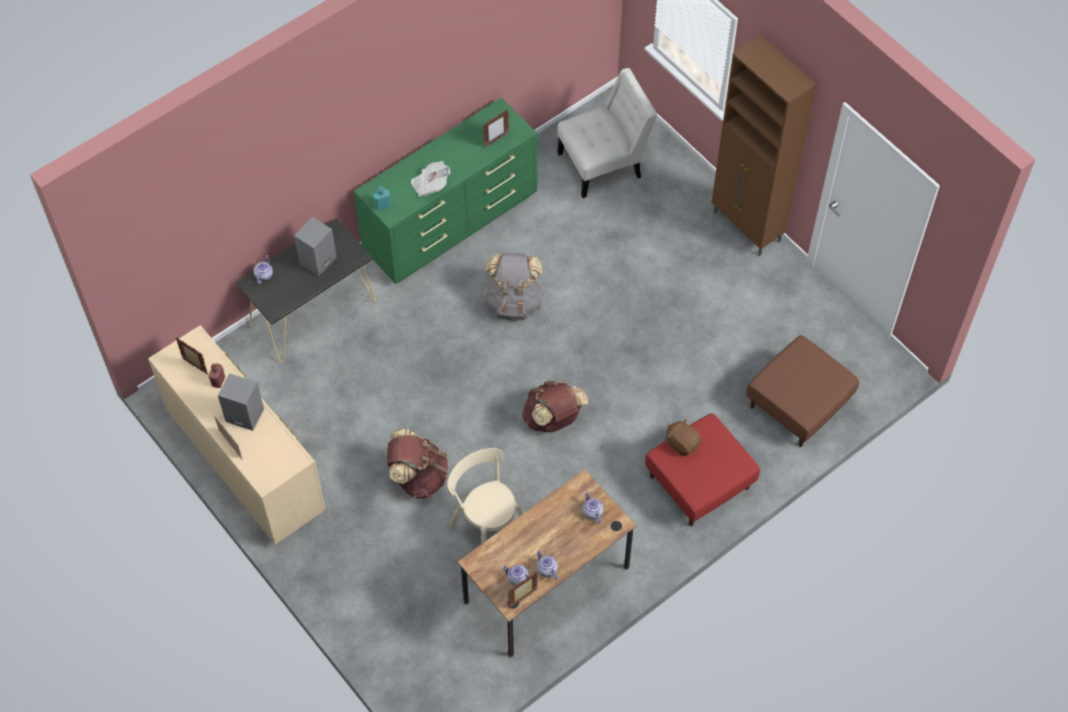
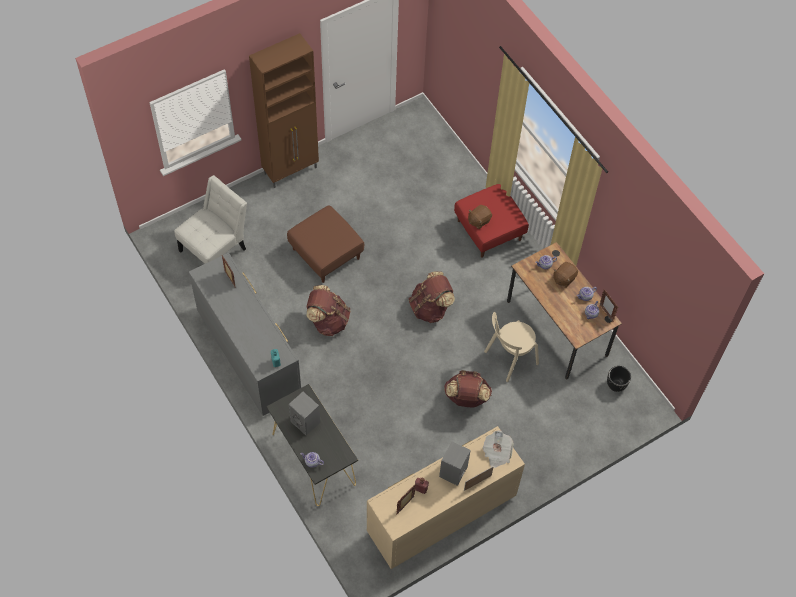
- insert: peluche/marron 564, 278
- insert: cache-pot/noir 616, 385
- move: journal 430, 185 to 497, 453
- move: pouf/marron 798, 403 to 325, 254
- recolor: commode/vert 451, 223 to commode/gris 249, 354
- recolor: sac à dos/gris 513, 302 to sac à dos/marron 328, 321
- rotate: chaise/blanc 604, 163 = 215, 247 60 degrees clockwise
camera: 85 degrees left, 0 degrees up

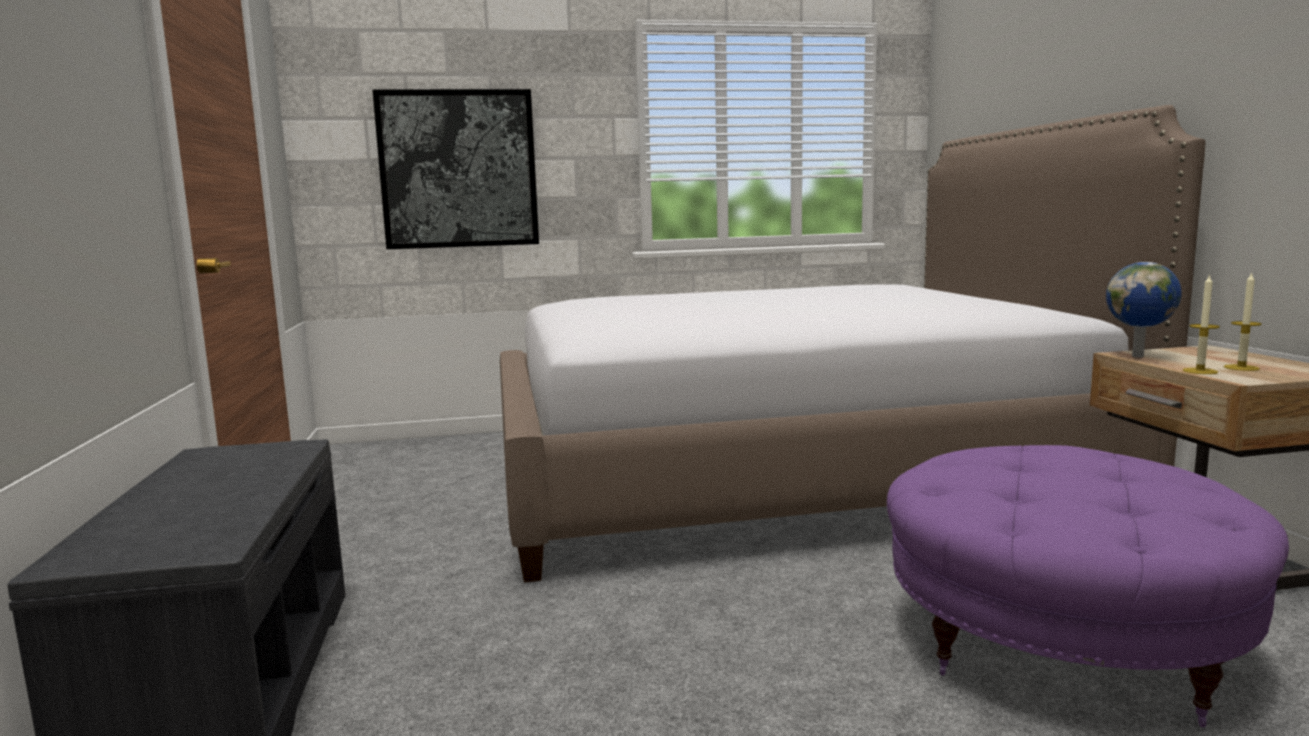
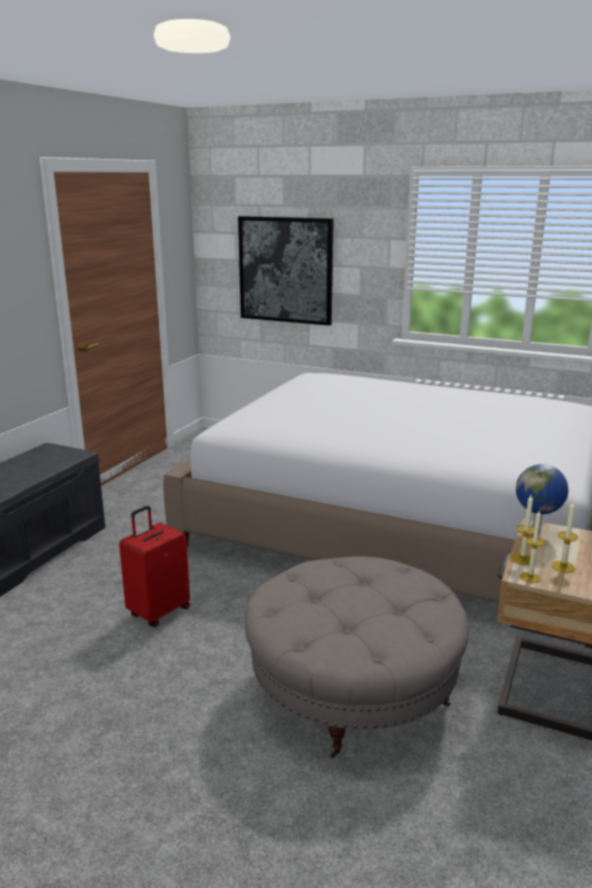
- insert: valise/rouge 158, 611
- insert: bougie 530, 577
- recolor: pouf/violet 1061, 642 to pouf/gris 353, 689
camera: 35 degrees right, 10 degrees up

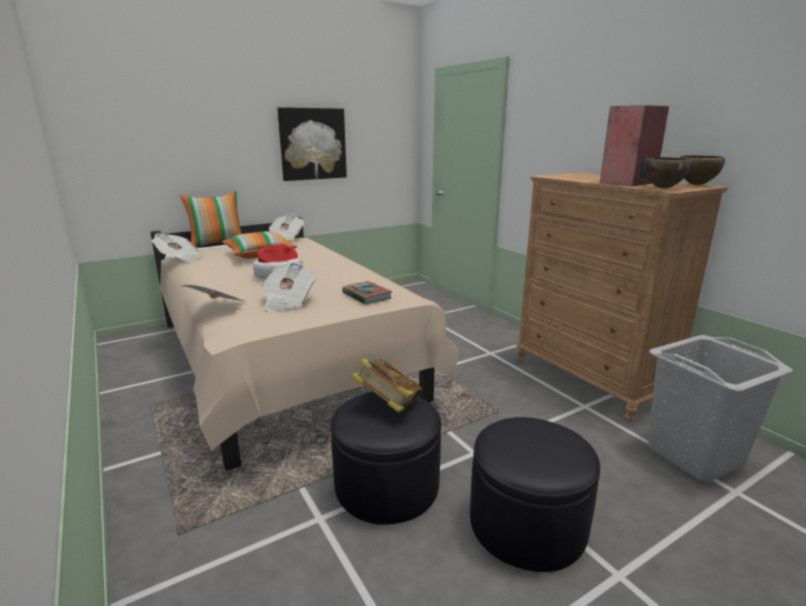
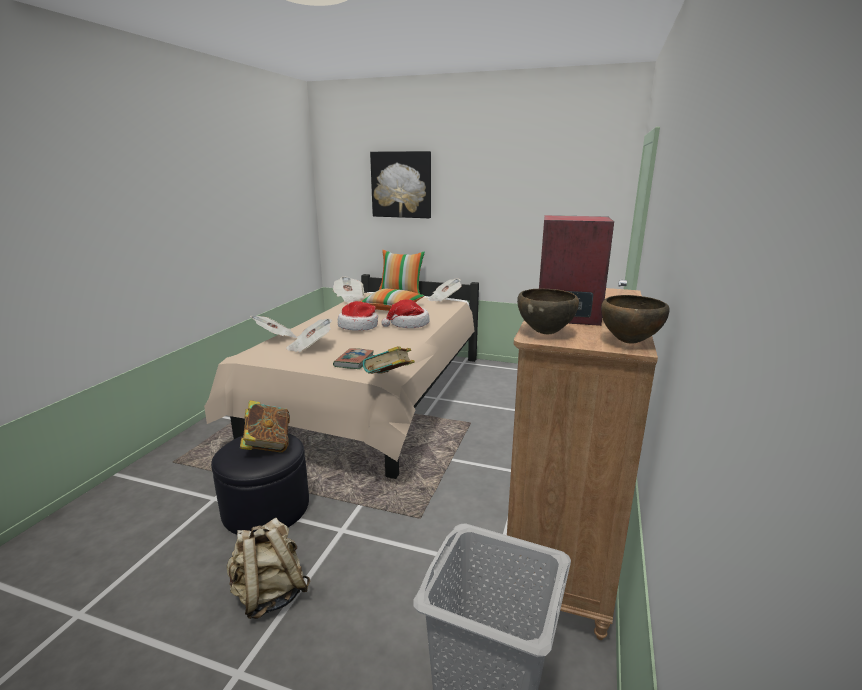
- insert: livre 389, 379
- insert: chapeau 408, 324
- move: tableau 312, 144 to 401, 185
- replace: pouf/noir 527, 524 to sac à dos/beige 269, 594
camera: 50 degrees right, 0 degrees up

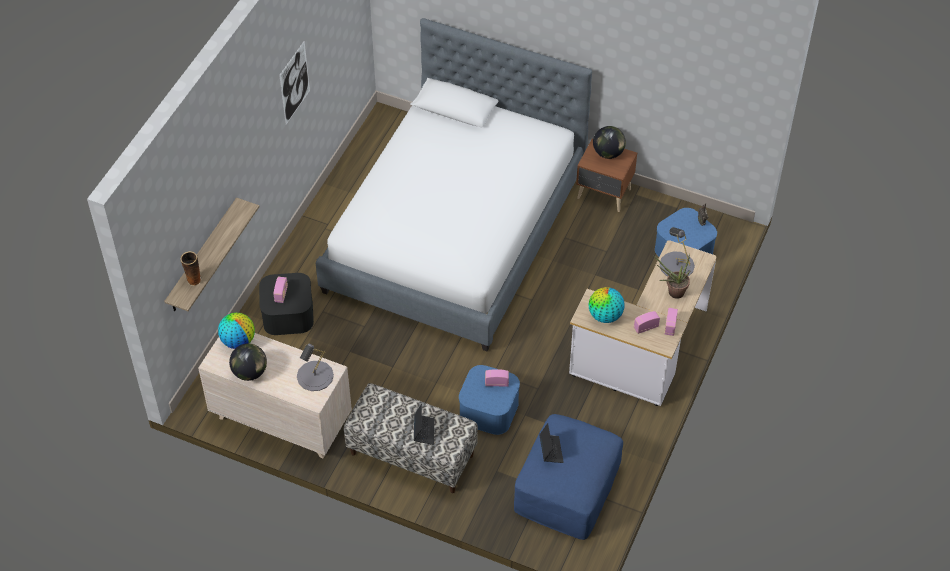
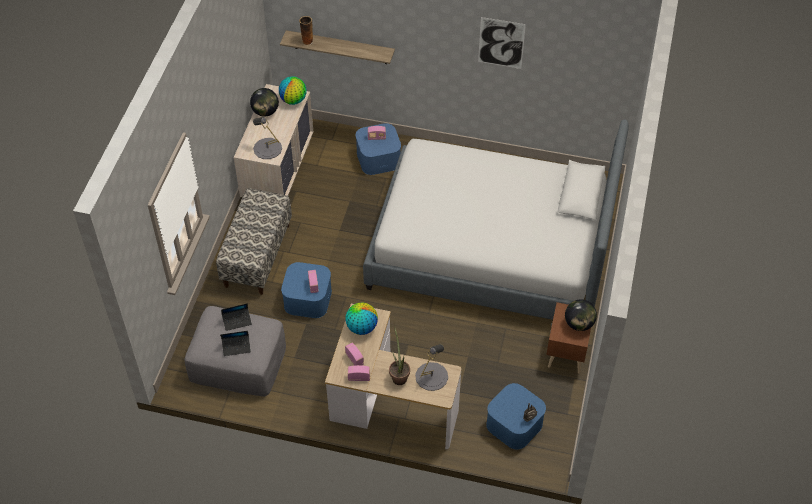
- move: ordinateur portable 424, 431 to 236, 347
- recolor: boîte de rangement/noir 288, 314 to boîte de rangement/bleu 378, 158
- recolor: pouf/bleu 567, 487 to pouf/gris 238, 362
camera: 80 degrees right, 0 degrees up

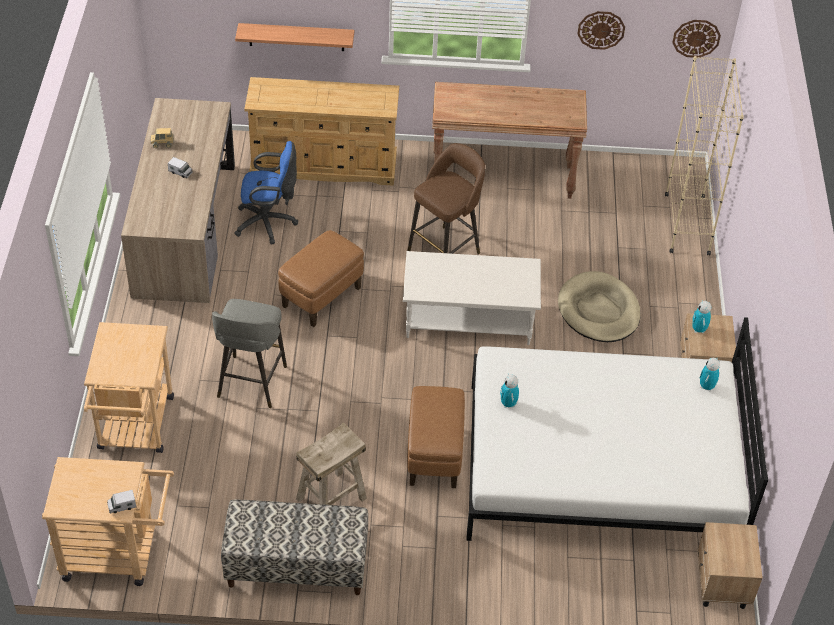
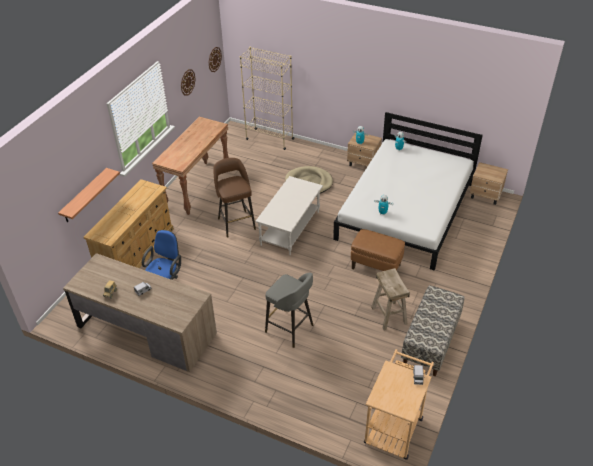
- delete: chariot/beige 135, 429
- delete: pouf/marron 322, 297
camera: 65 degrees left, 5 degrees down

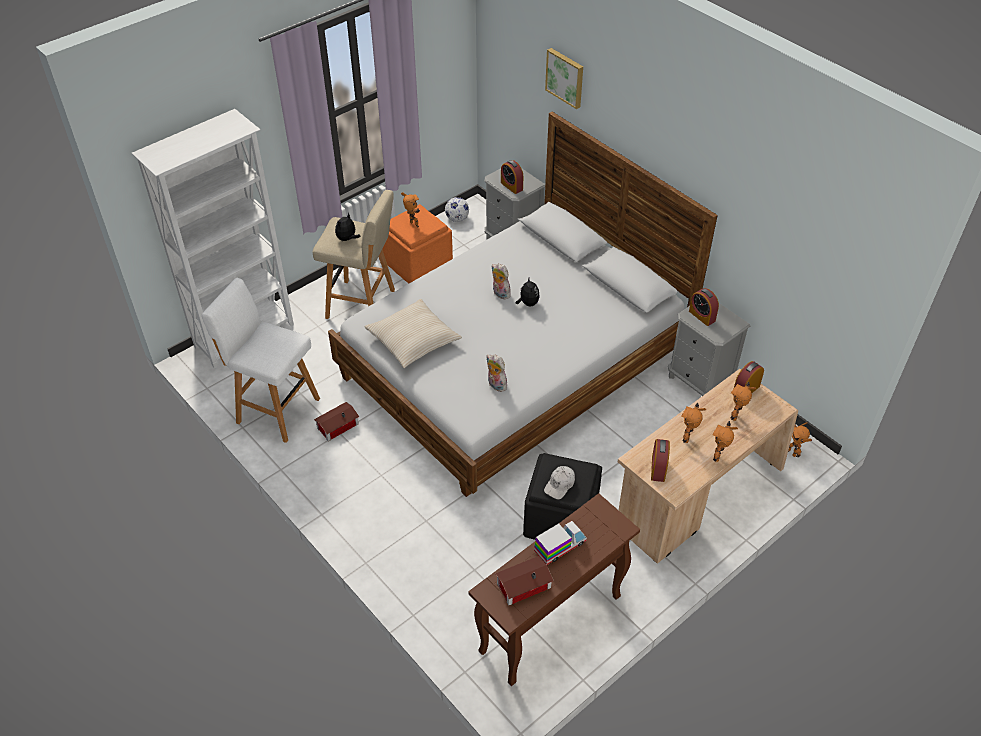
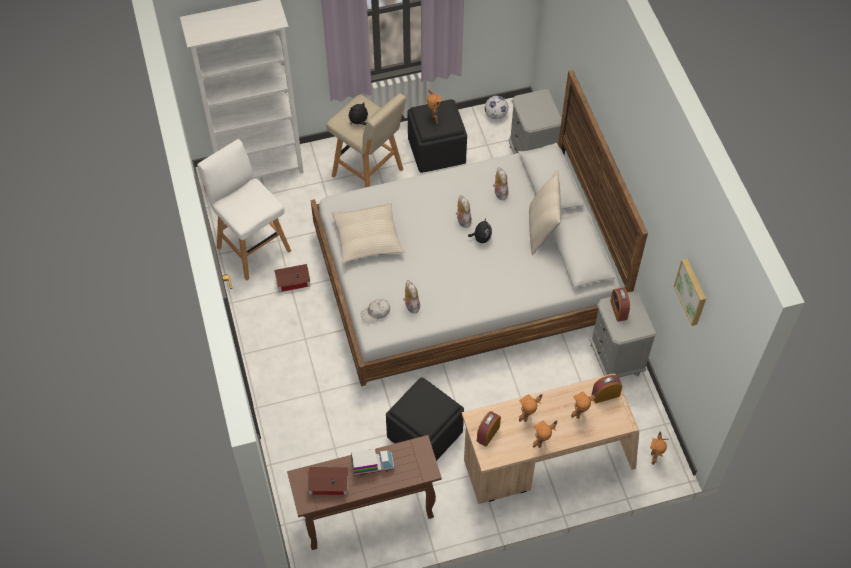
- delete: réveil 511, 186
- insert: peluche 499, 193
- insert: coussin/beige 542, 229
- move: casquette/blanc 560, 485 to 375, 313
- move: tableau 565, 77 to 692, 291
- recolor: pouf/orange 417, 264 to pouf/noir 436, 150
camera: 25 degrees right, 10 degrees up

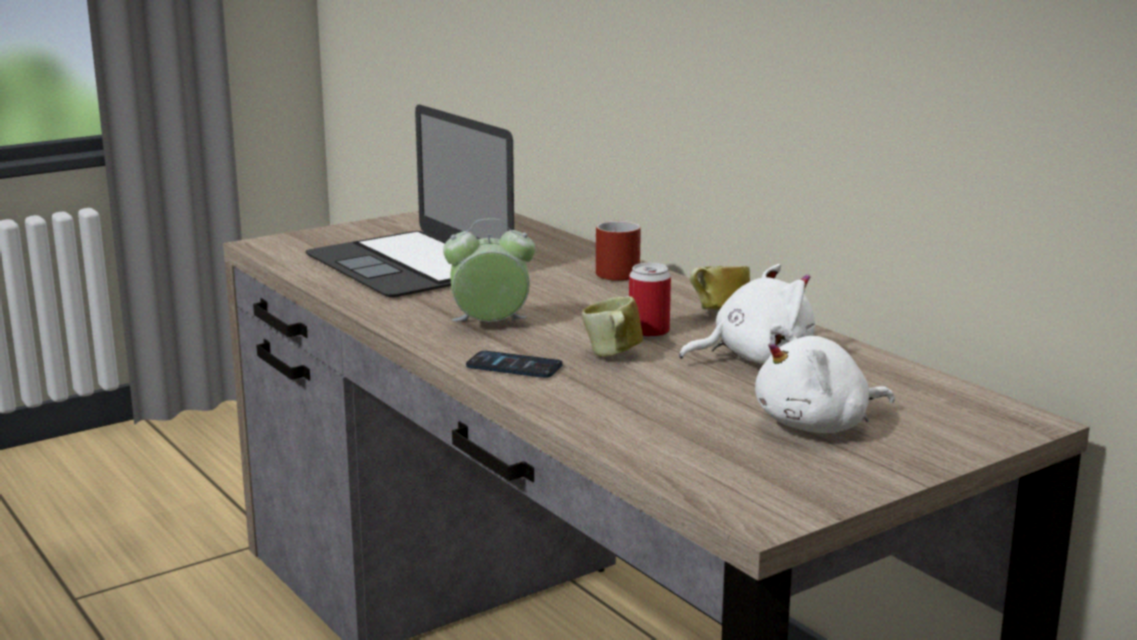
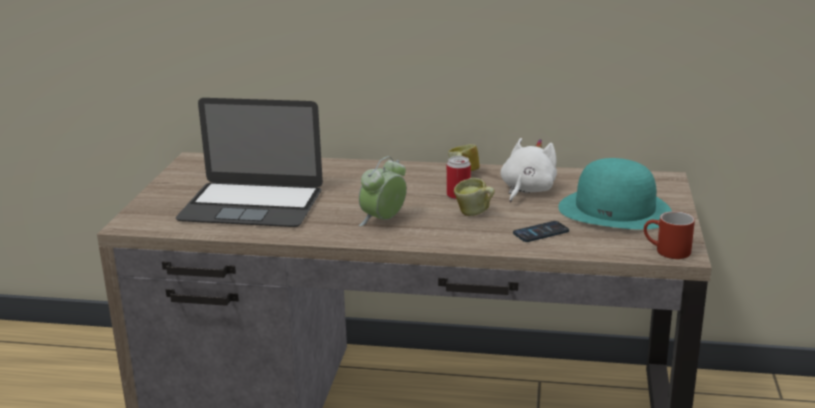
- move: téléphone 514, 366 to 541, 232
- move: mug/rouge 611, 272 to 666, 251
- replace: peluche/blanc 818, 425 to chapeau/turquoise 615, 210
camera: 45 degrees left, 5 degrees up

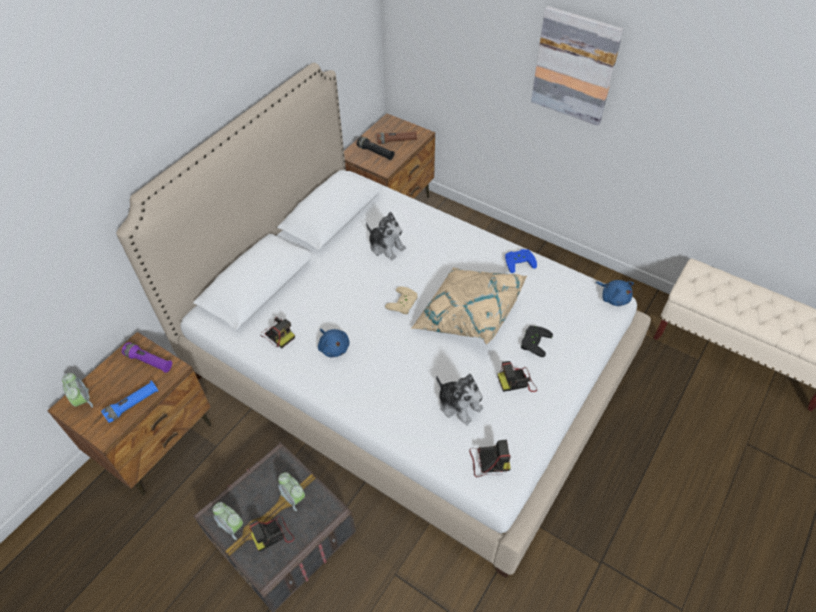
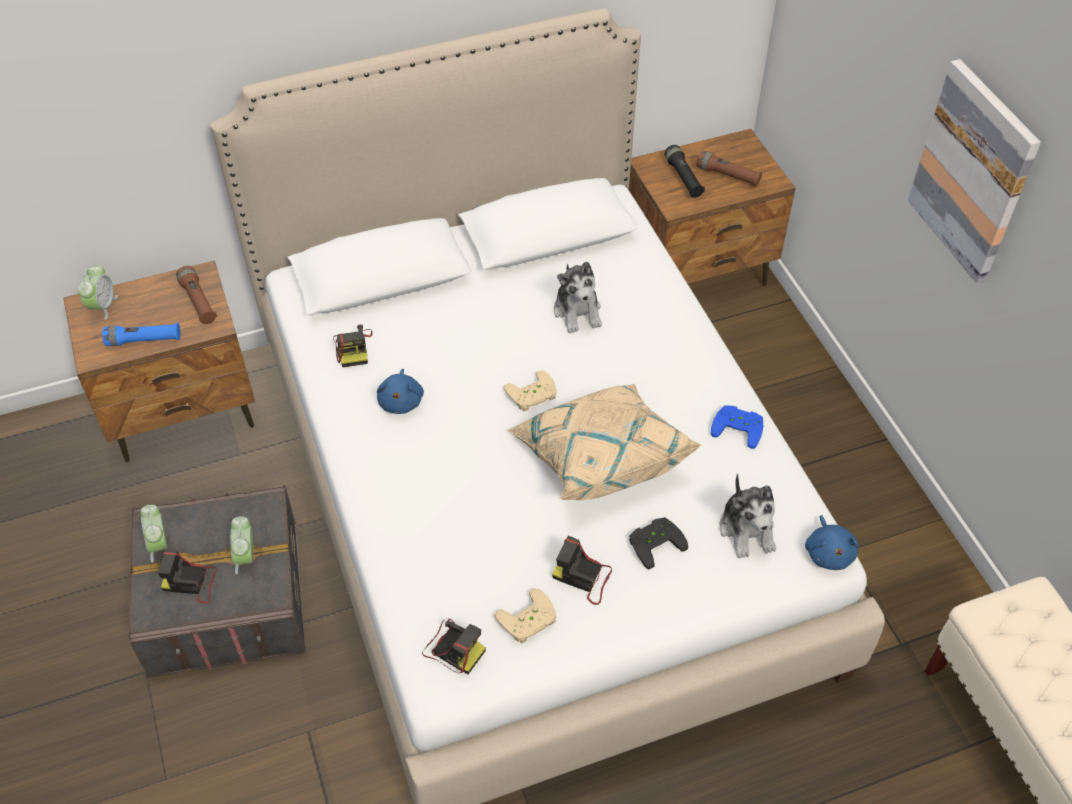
- insert: manette/beige 529, 621
- move: peluche 459, 405 to 747, 529
- recolor: lampe de poche/violet 149, 361 to lampe de poche/marron 198, 301
camera: 35 degrees right, 0 degrees up

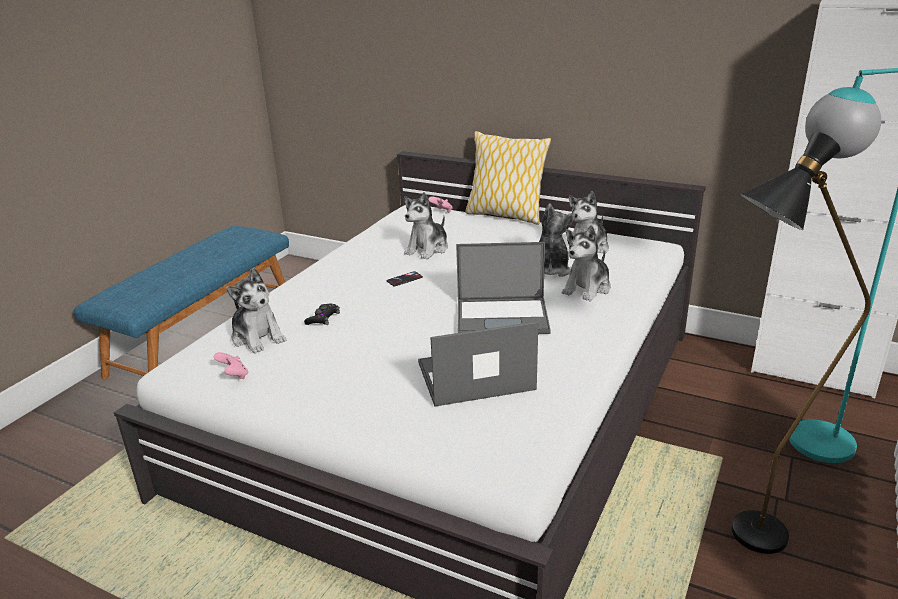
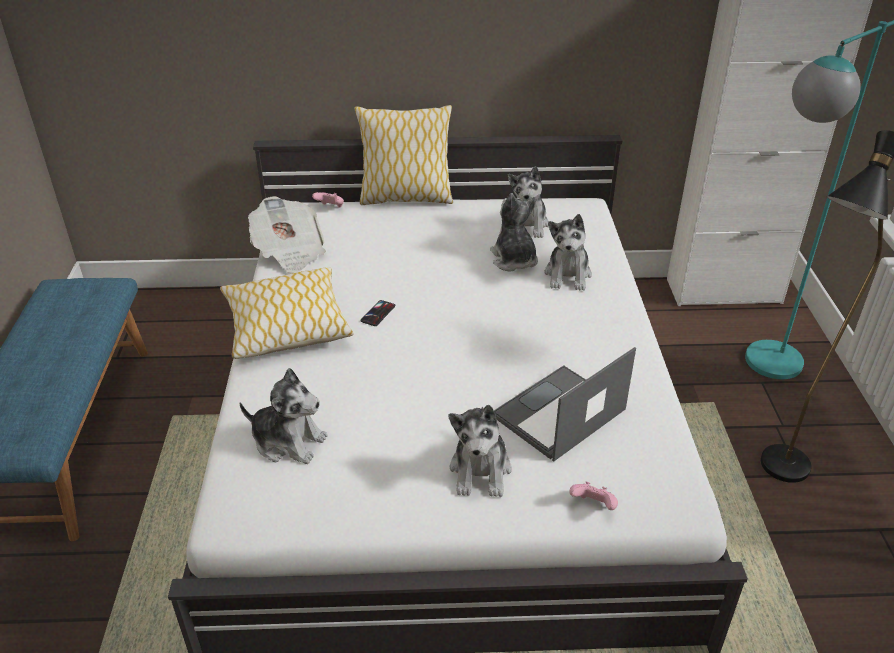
- delete: manette/noir 323, 318
- delete: ordinateur portable 503, 316
- insert: coussin 286, 326
- insert: journal 289, 252
- move: manette/rose 234, 376 to 593, 506
- move: peluche 428, 249 to 481, 470
camera: 30 degrees left, 10 degrees up

